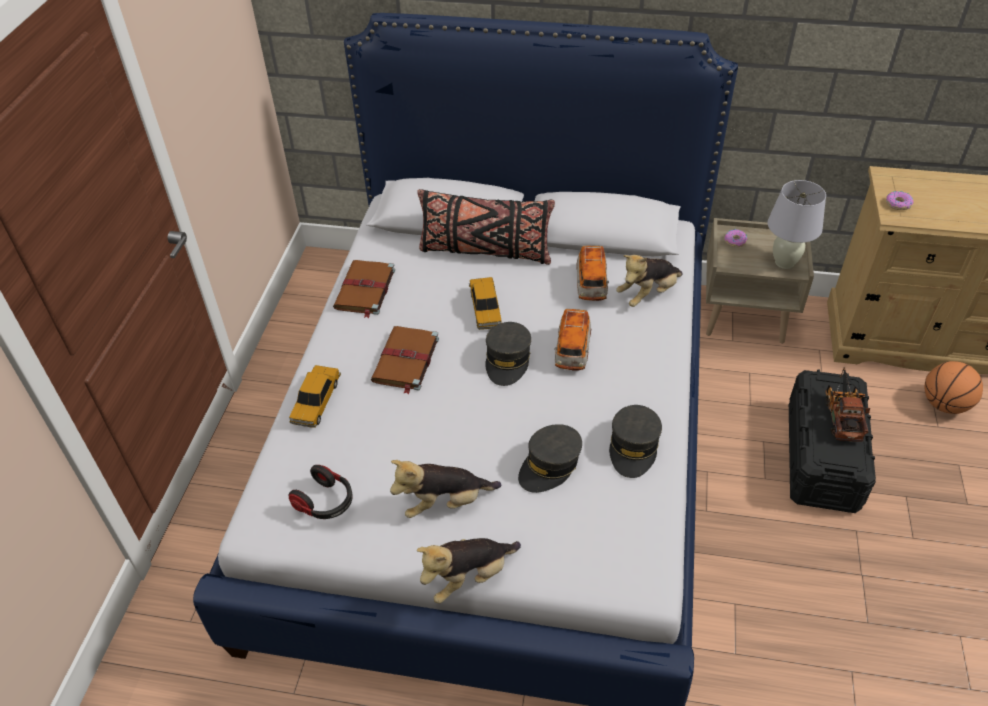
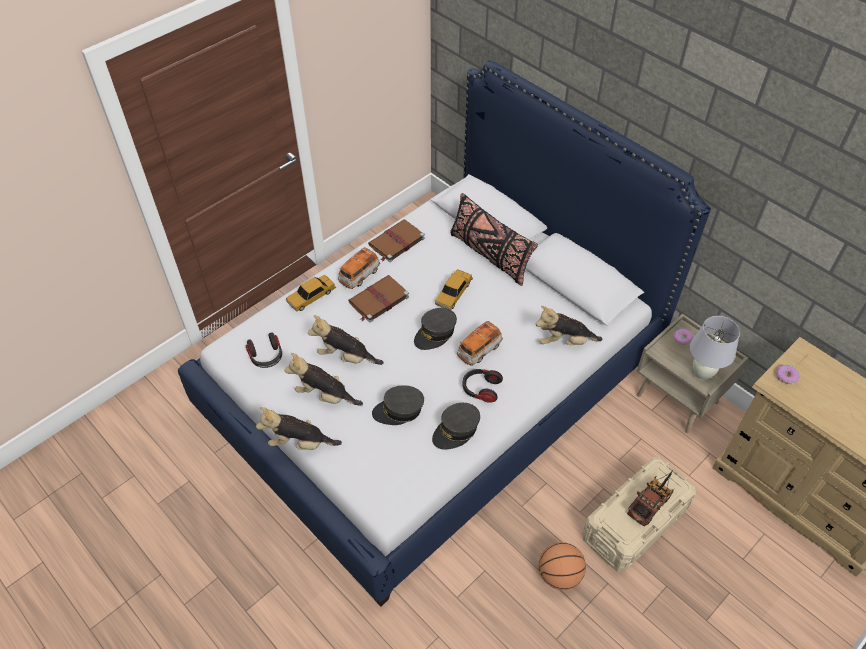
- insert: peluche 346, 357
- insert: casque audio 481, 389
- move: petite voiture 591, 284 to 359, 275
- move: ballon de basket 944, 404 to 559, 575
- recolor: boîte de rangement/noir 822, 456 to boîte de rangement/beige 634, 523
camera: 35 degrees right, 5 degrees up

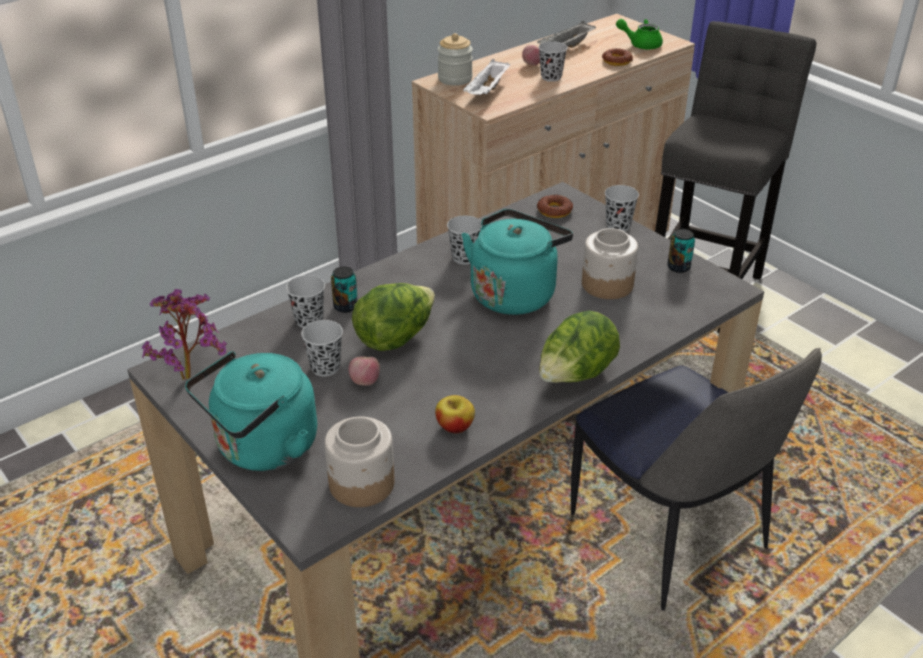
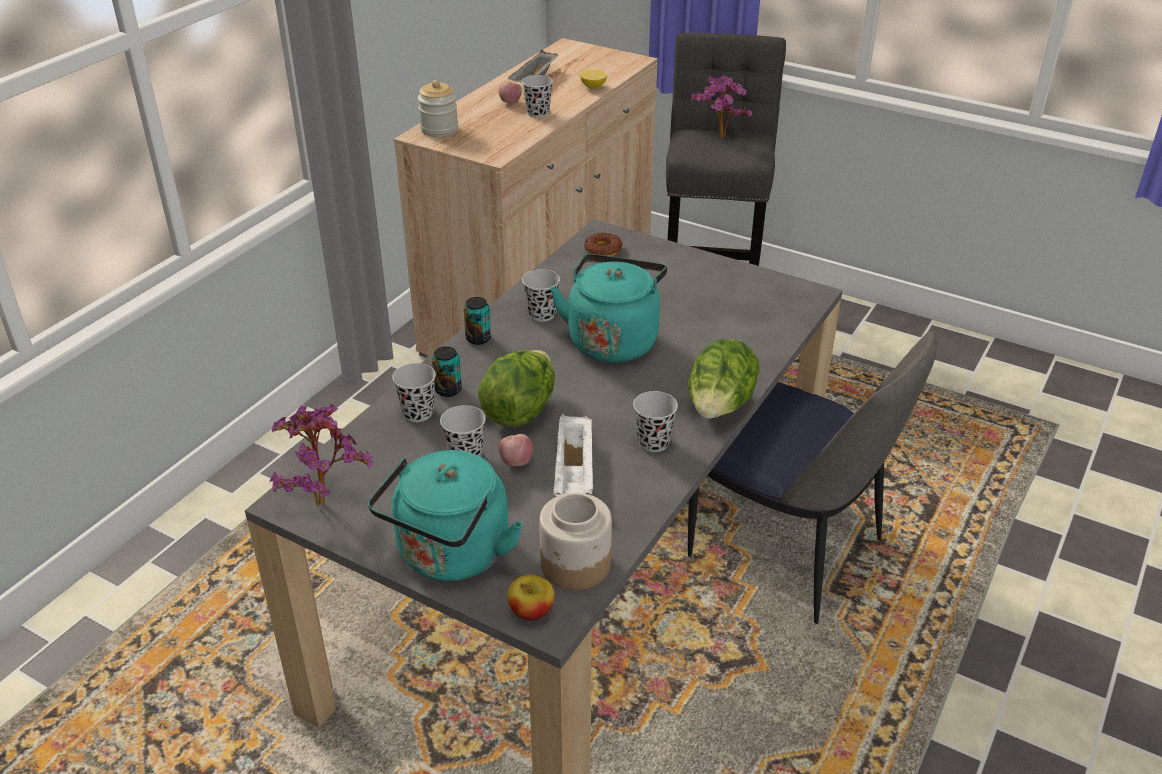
- delete: bocal 607, 285
- delete: théière/vert 640, 44
- insert: plante en pot 719, 138
- move: pomme 455, 426 to 531, 611
- move: plateau/blanc 487, 91 to 574, 473
- move: tasse/noir 618, 225 to 653, 442
- move: boîte métallique 678, 267 to 478, 338
- replace: beignet 617, 61 to citron 593, 87
camera: 20 degrees left, 0 degrees up

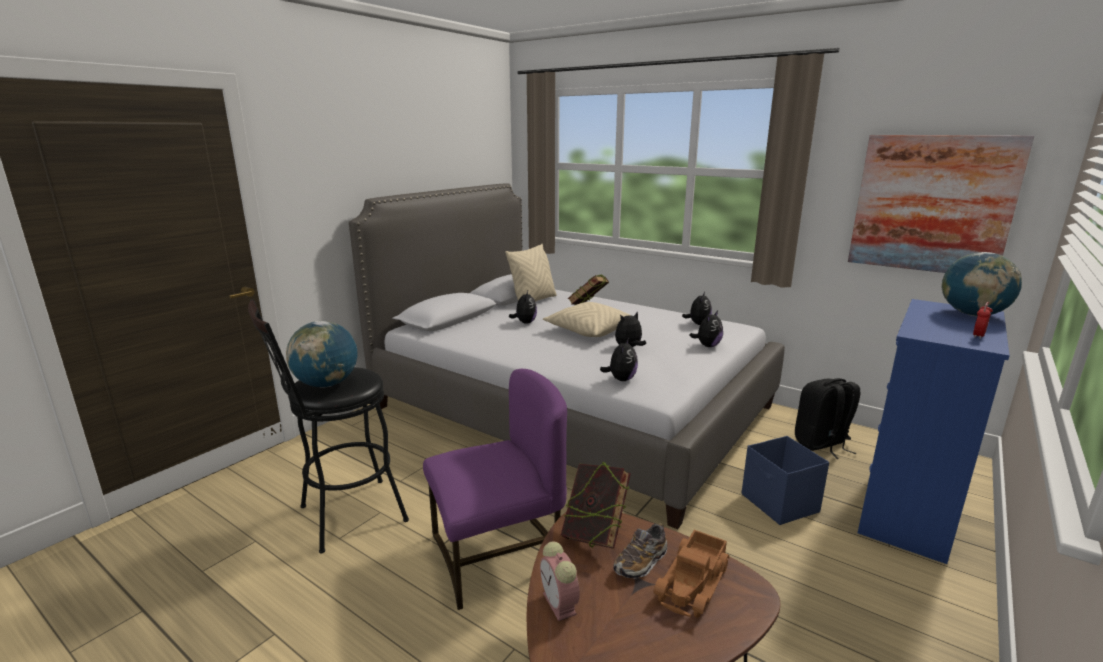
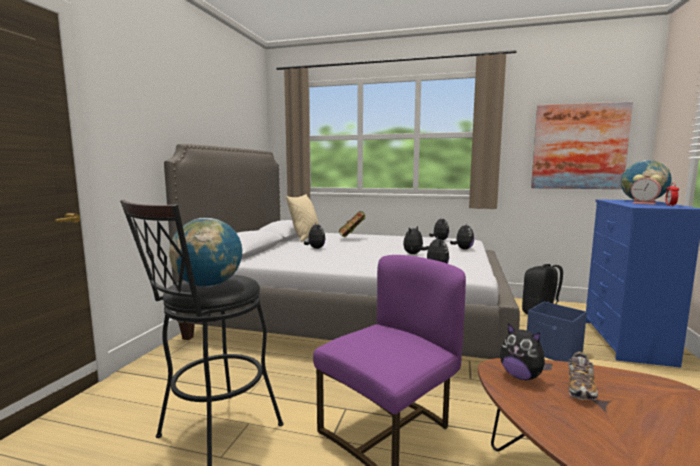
- delete: coussin/beige 588, 331
- delete: camion jouet 694, 582
- move: réveil 560, 605 to 645, 203
- replace: livre 594, 534 to peluche 521, 376
camera: 20 degrees left, 10 degrees down

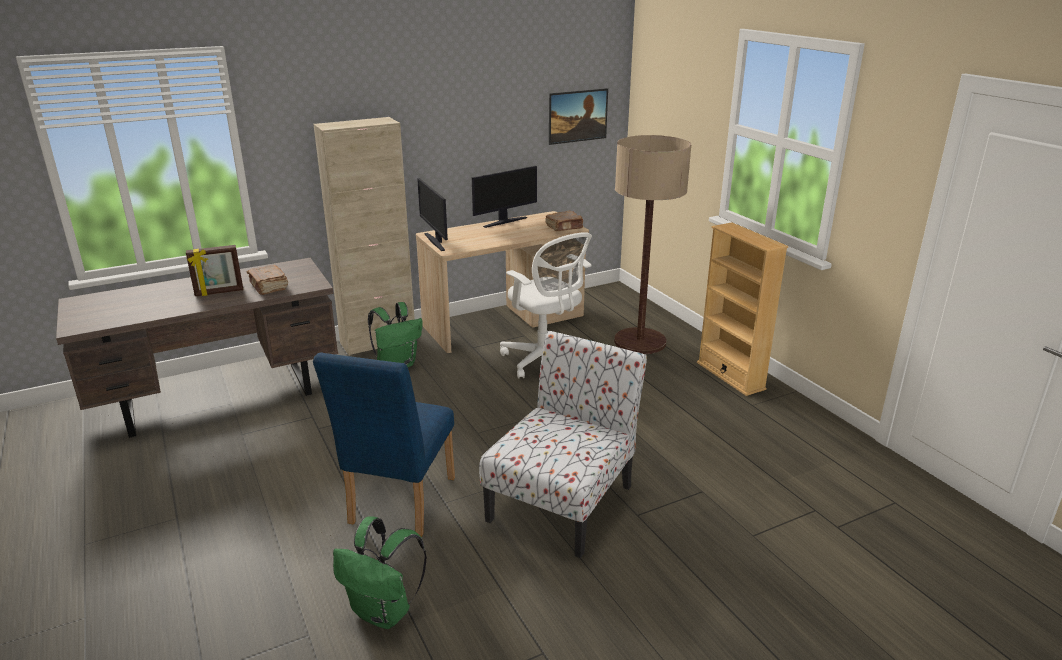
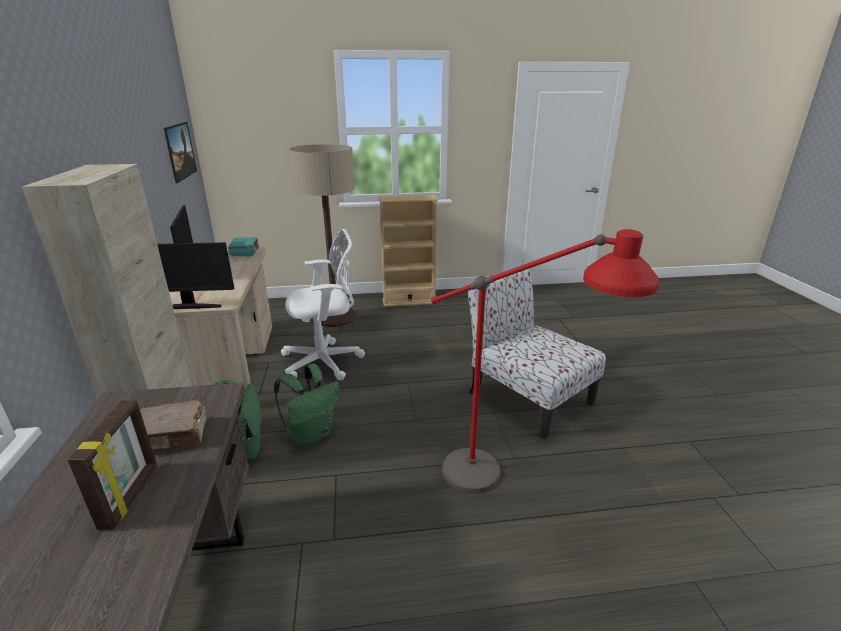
- move: sac à dos/vert 384, 612 to 311, 434
- replace: chaise/bleu 398, 505 to lampadaire/rouge 509, 489
- recolor: livre/marron 564, 227 to livre/turquoise 245, 252
camera: 70 degrees left, 0 degrees up

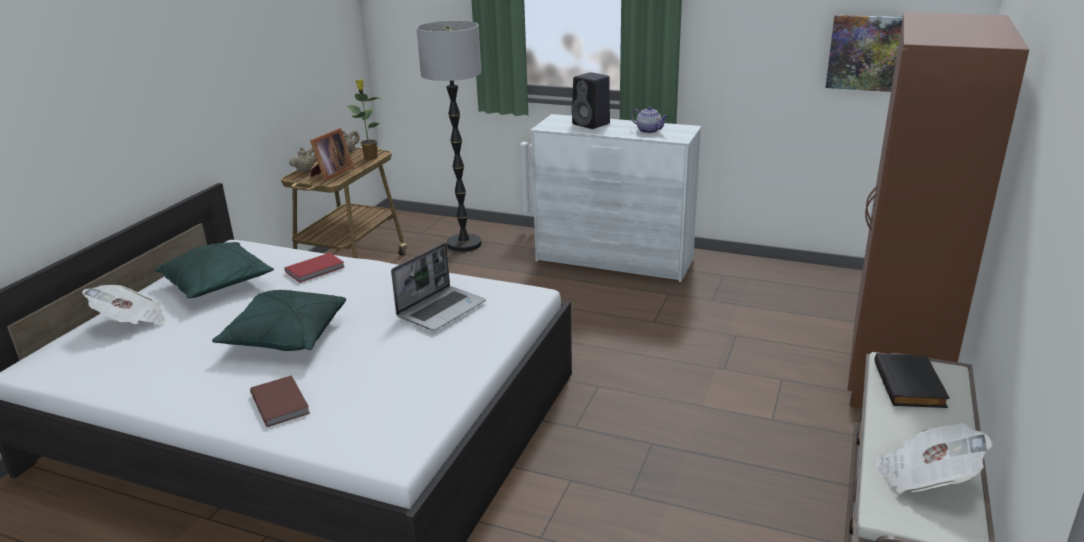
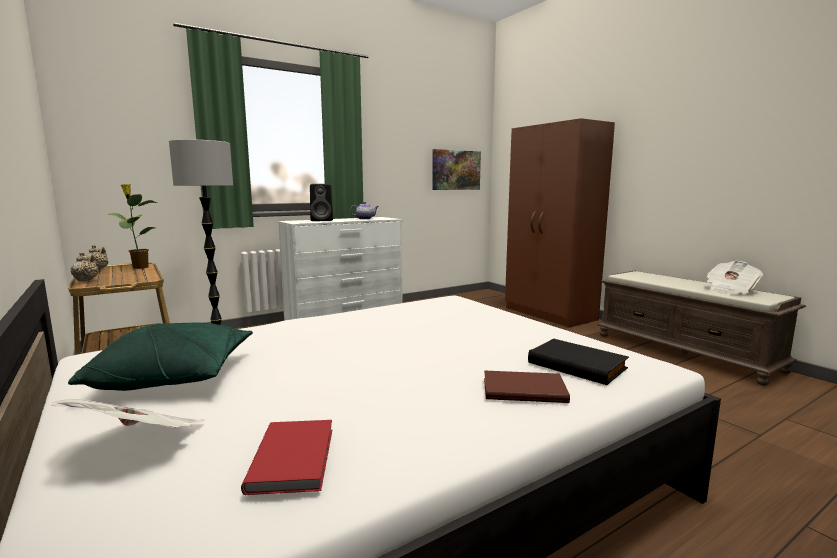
- delete: coussin/vert 285, 336
- delete: cadre photo 331, 173
- delete: ordinateur portable 441, 309
- move: livre/rouge 316, 269 to 295, 457
- move: livre/noir 911, 385 to 578, 365
camera: 55 degrees left, 15 degrees down

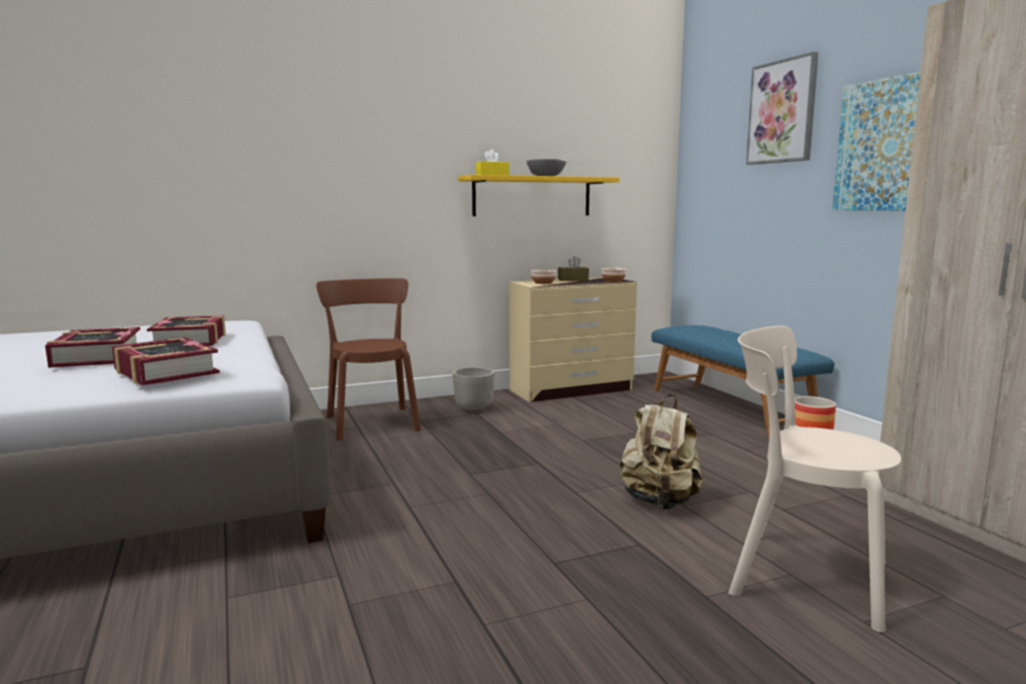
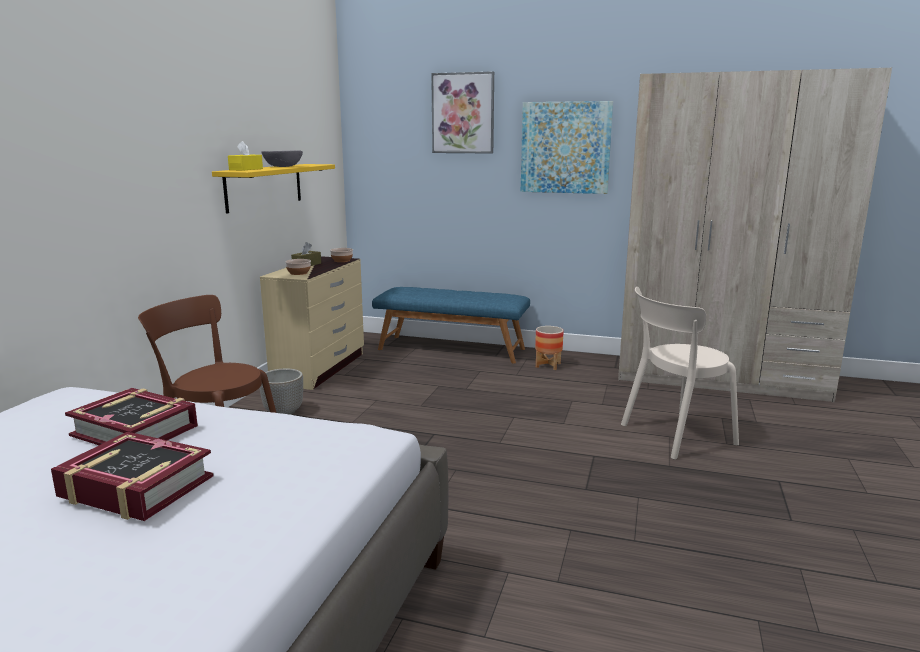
- delete: livre 165, 371
- delete: sac à dos/beige 660, 502
camera: 50 degrees left, 5 degrees up

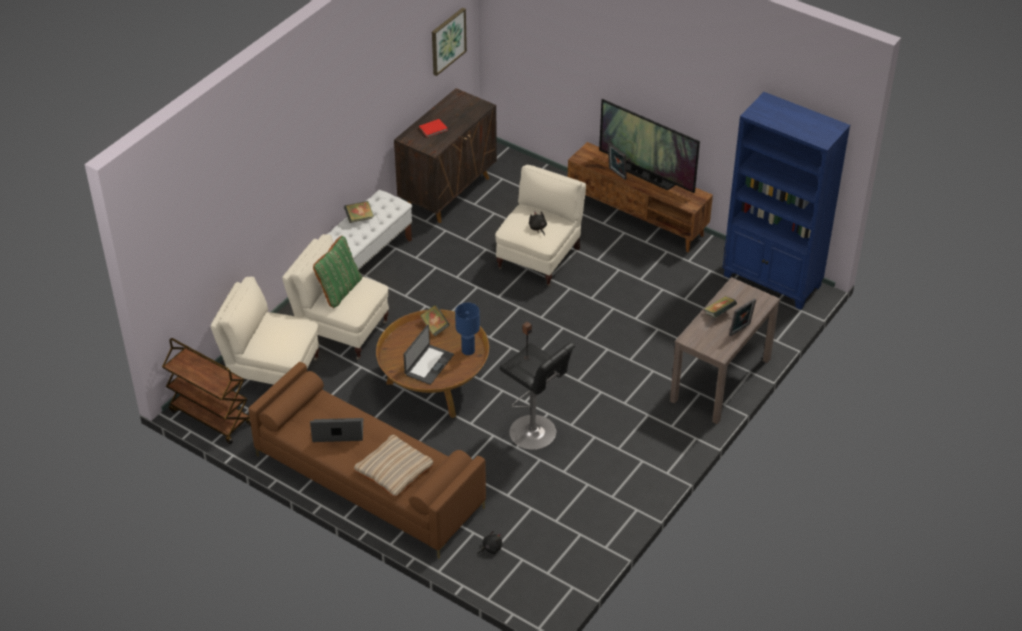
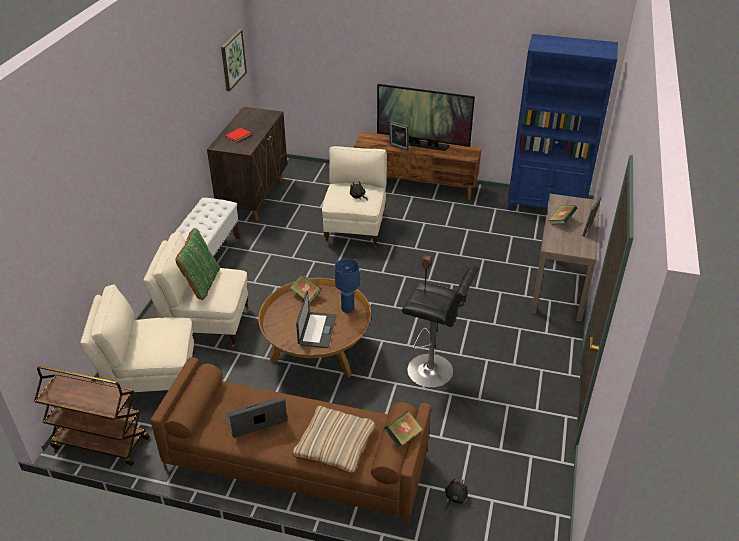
- move: livre 359, 218 to 403, 436
camera: 20 degrees left, 5 degrees down

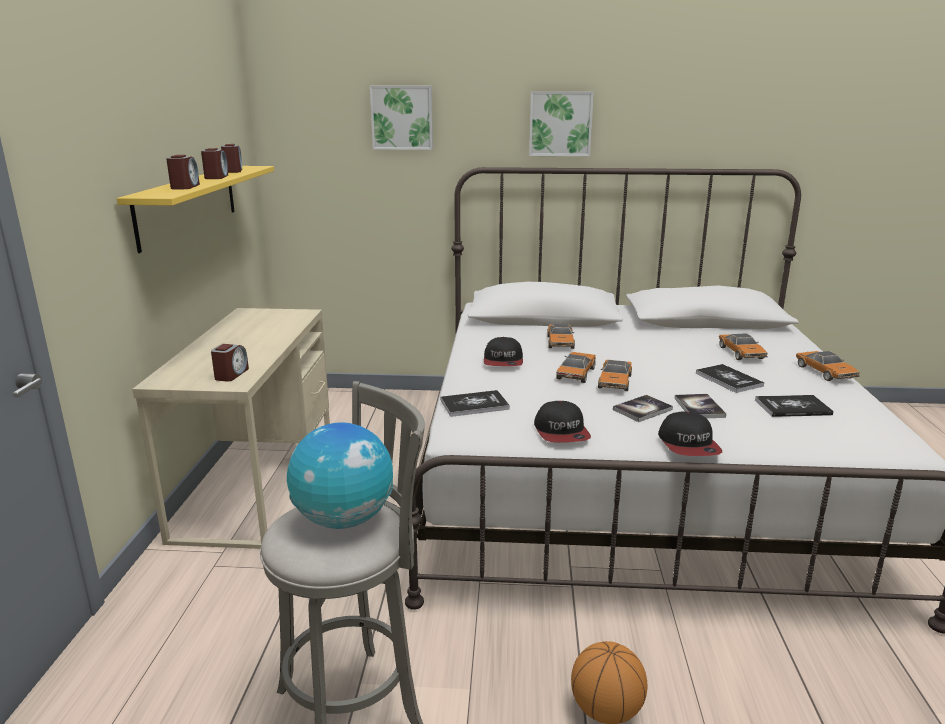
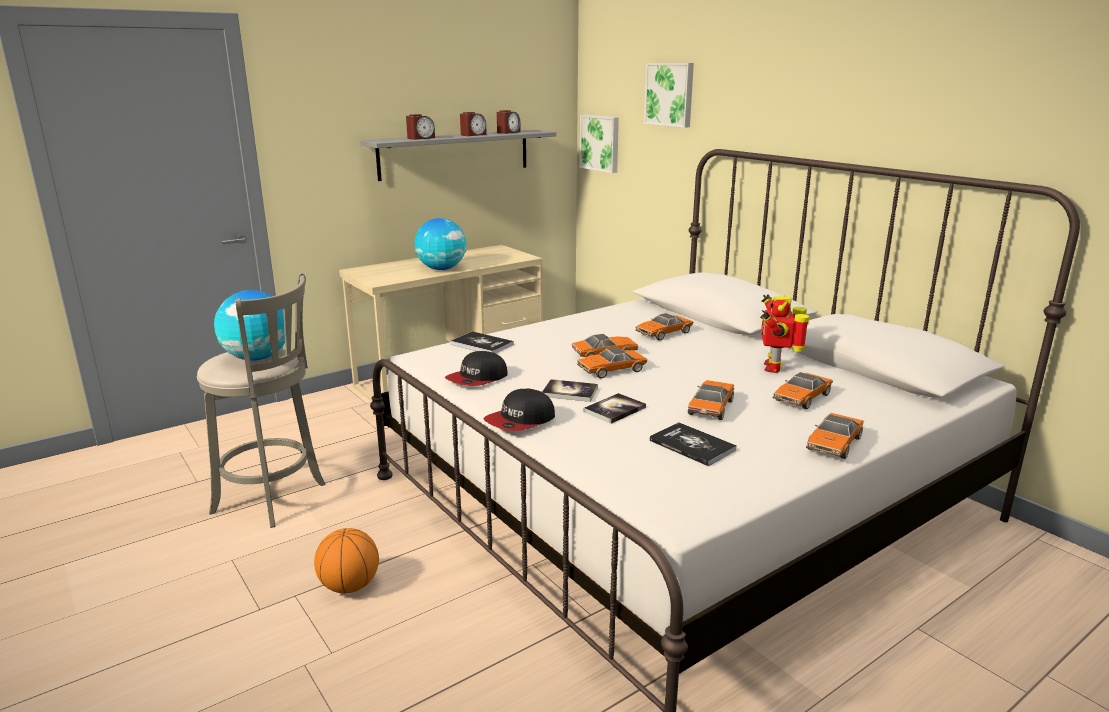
- delete: réveil 231, 374
- delete: casquette 503, 361
- insert: globe 441, 269
- insert: robot jouet 775, 367
- move: tableau 560, 123 to 600, 143
- replace: livre 728, 379 to petite voiture 711, 407
- recolor: étagère/jaune 188, 204 to étagère/gris 455, 154
camera: 50 degrees right, 0 degrees up

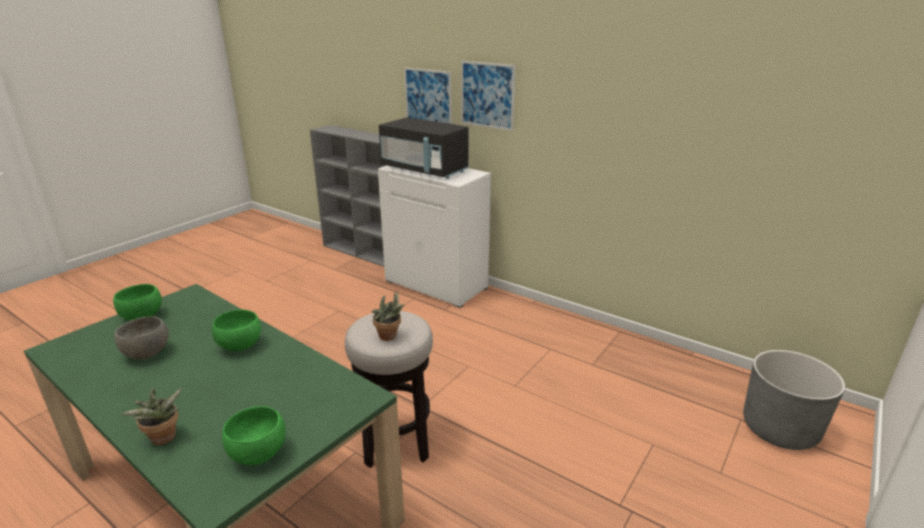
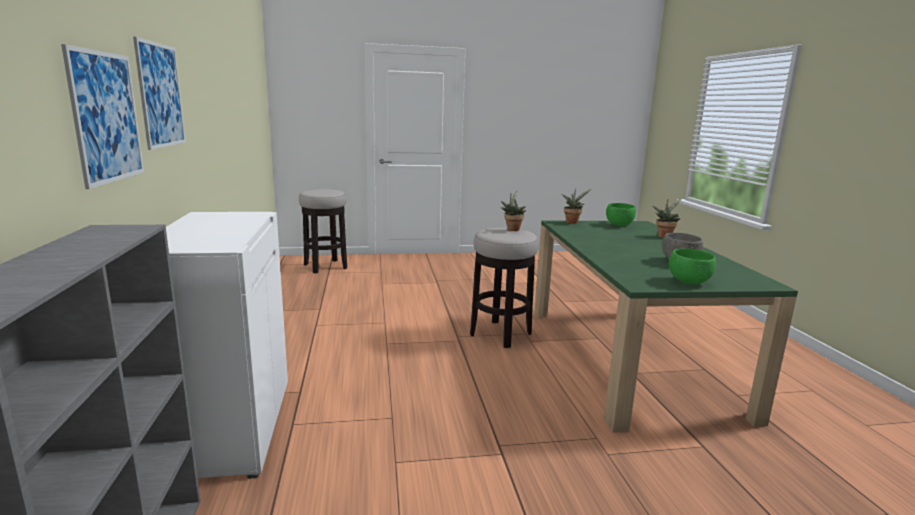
- delete: bol/vert 240, 346
- delete: micro-ondes/noir 424, 170
- insert: plante en pot 572, 222
- replace: cache-pot/gris 779, 429 to tabouret 325, 266
camera: 135 degrees left, 10 degrees down

